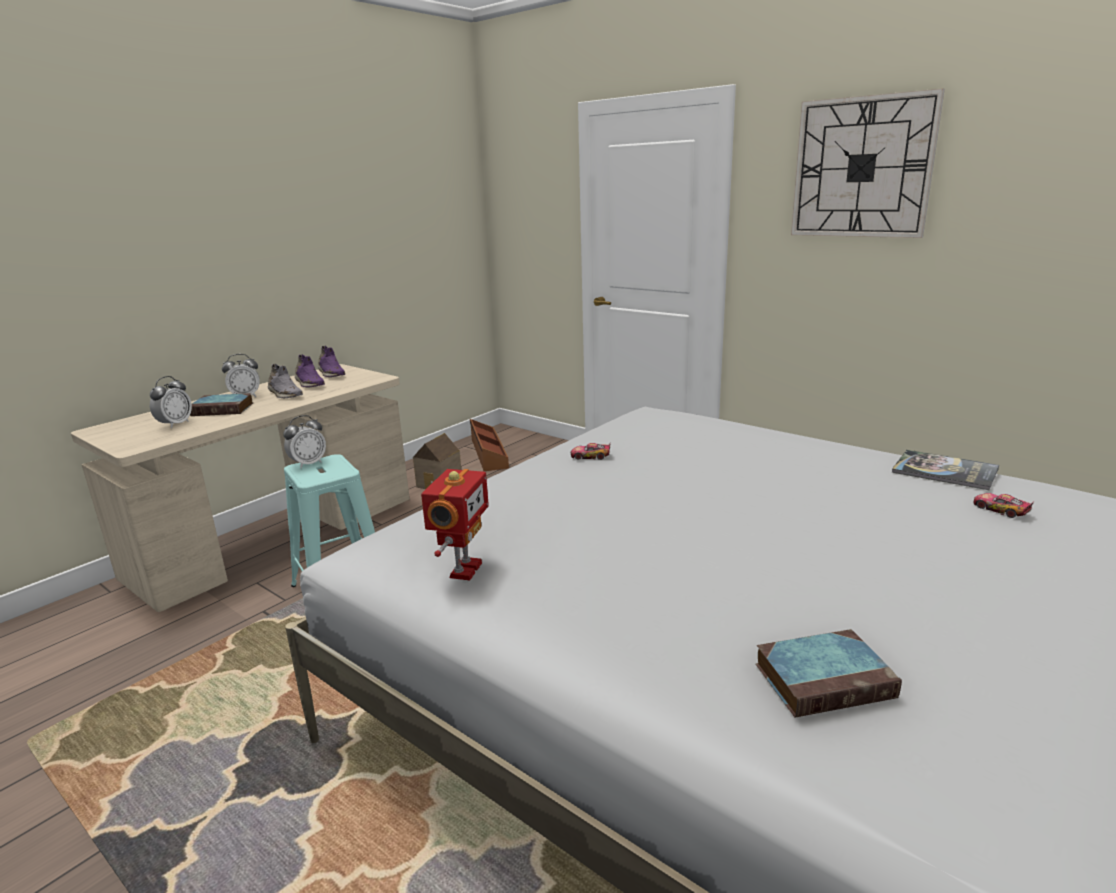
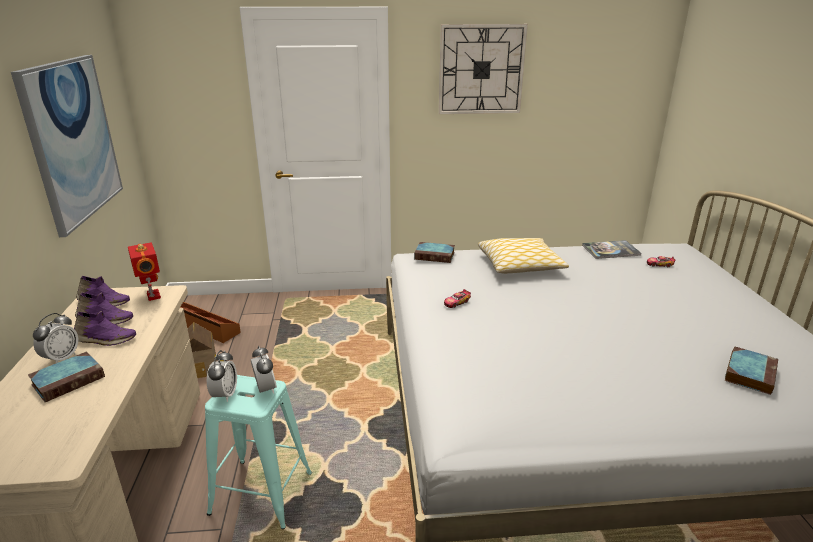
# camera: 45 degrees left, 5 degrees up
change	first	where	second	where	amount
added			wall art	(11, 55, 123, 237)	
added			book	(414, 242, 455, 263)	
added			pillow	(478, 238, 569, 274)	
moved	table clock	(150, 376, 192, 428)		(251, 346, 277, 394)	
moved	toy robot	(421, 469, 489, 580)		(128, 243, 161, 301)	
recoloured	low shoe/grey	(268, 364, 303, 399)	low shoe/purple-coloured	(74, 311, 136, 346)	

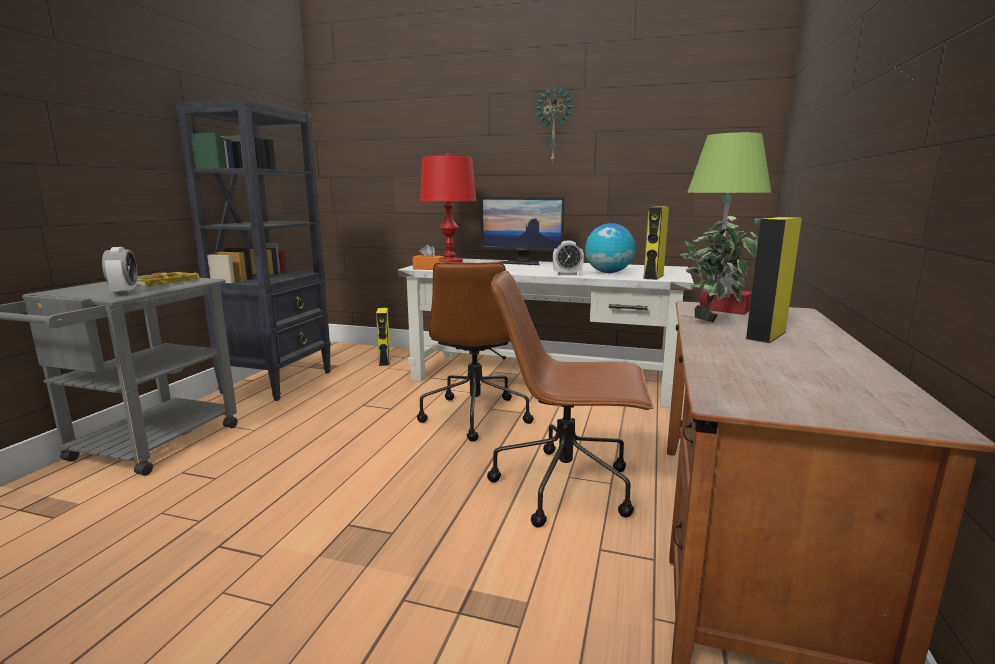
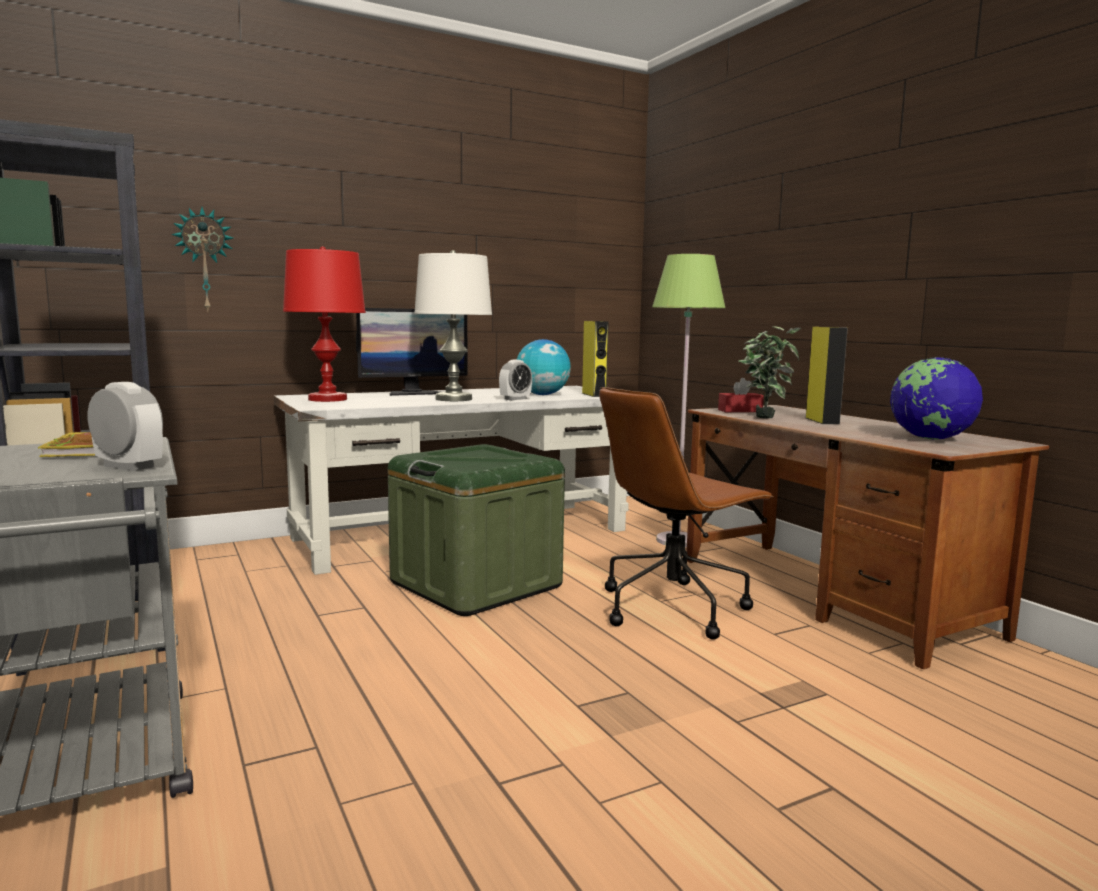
# camera: 45 degrees left, 5 degrees down
change	first	where	second	where	amount
removed	speaker/yellowish	(376, 308, 391, 366)			
removed	box of tissues/orange-coloured	(412, 244, 444, 270)			
added			tabletop lamp/whitish	(414, 250, 492, 401)	
added			world globe	(890, 357, 983, 440)	
moved	wall clock	(534, 86, 574, 164)		(171, 207, 233, 312)	
replaced	office chair/brownish	(417, 262, 534, 442)	storage container/green	(388, 444, 565, 616)	

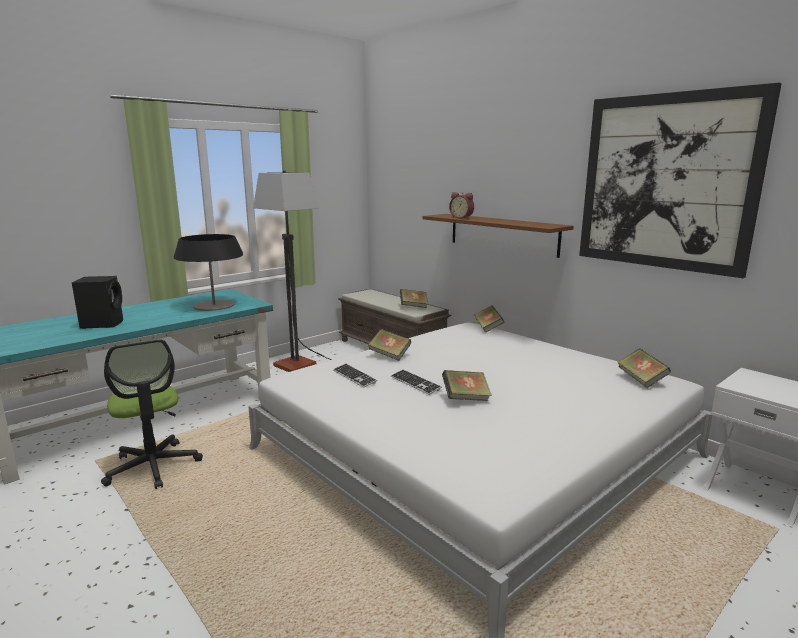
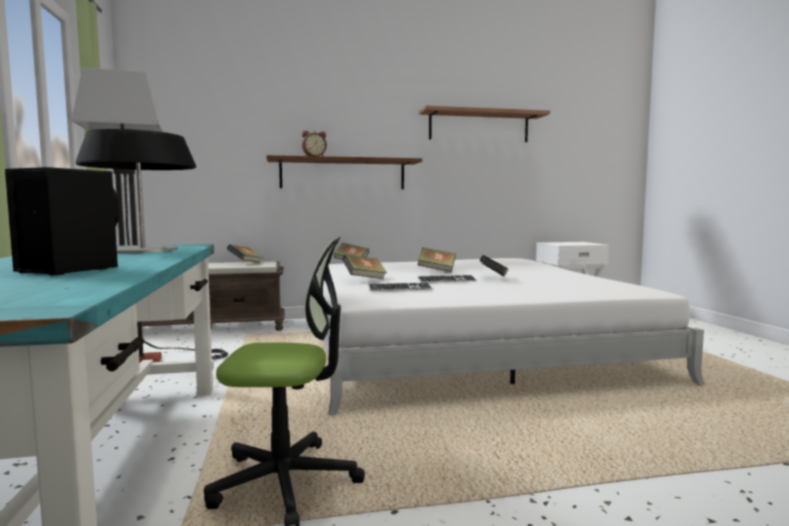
# camera: 60 degrees left, 10 degrees down
change	first	where	second	where	amount
moved	book	(618, 348, 671, 388)		(418, 248, 456, 272)	
replaced	wall art	(579, 83, 782, 278)	bracket shelf	(419, 106, 550, 142)	

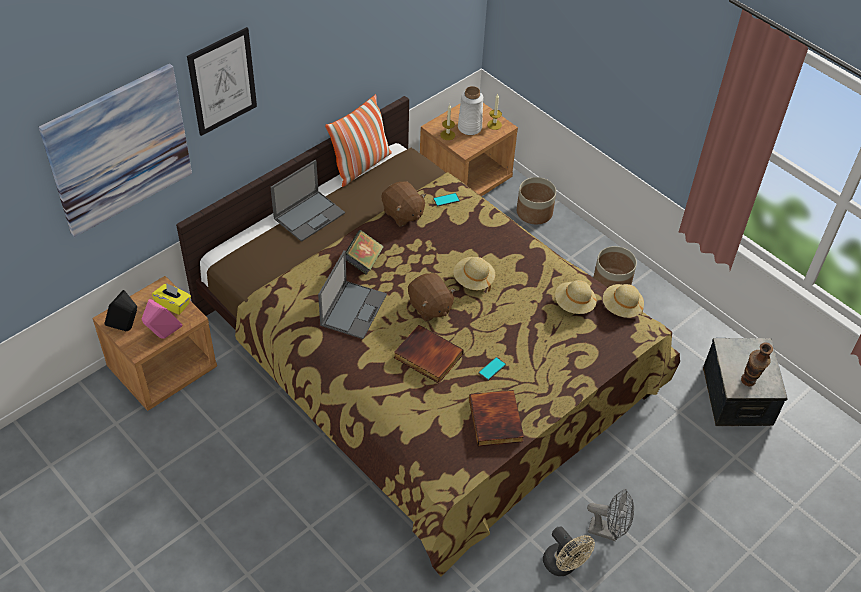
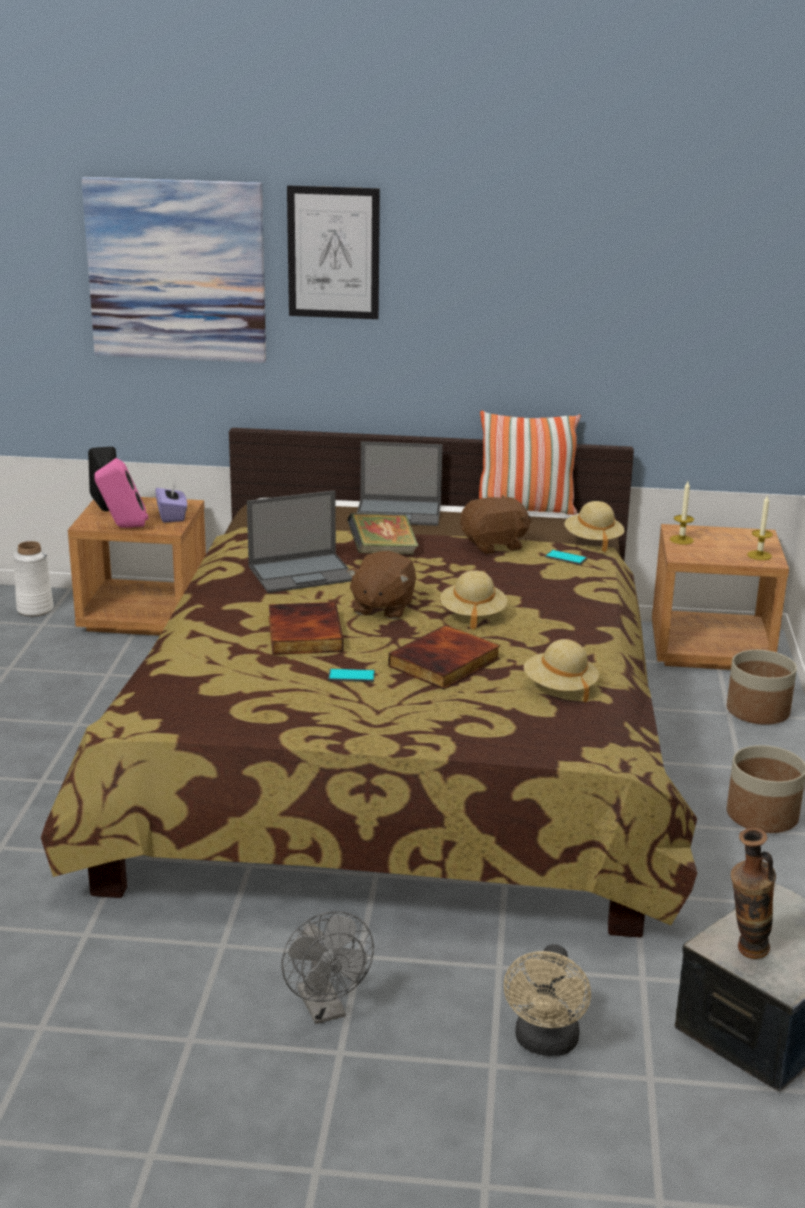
# camera: 50 degrees right, 25 degrees down
change	first	where	second	where	amount
moved	decorative vase/whitish	(458, 86, 483, 135)		(13, 541, 54, 616)	
moved	book	(469, 390, 524, 446)		(388, 625, 500, 689)	
moved	fan/sand-coloured	(543, 526, 595, 576)		(504, 944, 591, 1056)	
moved	clothing hat/sand-coloured	(603, 284, 644, 318)		(564, 501, 625, 552)	
recoloured	box of tissues/yellowish	(152, 283, 191, 315)	box of tissues/purple-coloured	(155, 482, 187, 523)	
turned	cuddly toy/brownish	(381, 181, 427, 226)		(460, 495, 532, 554)	120 degrees counterclockwise

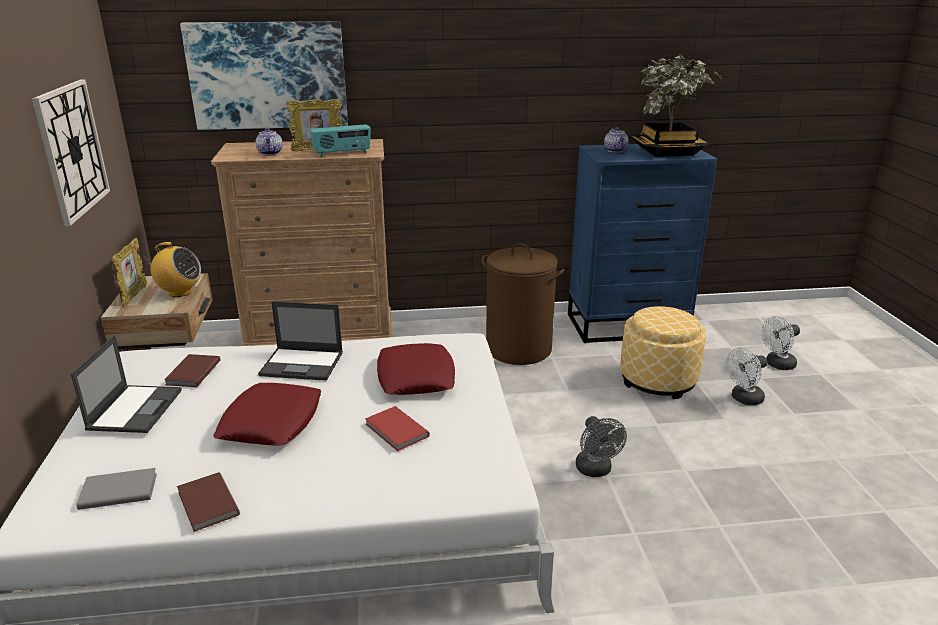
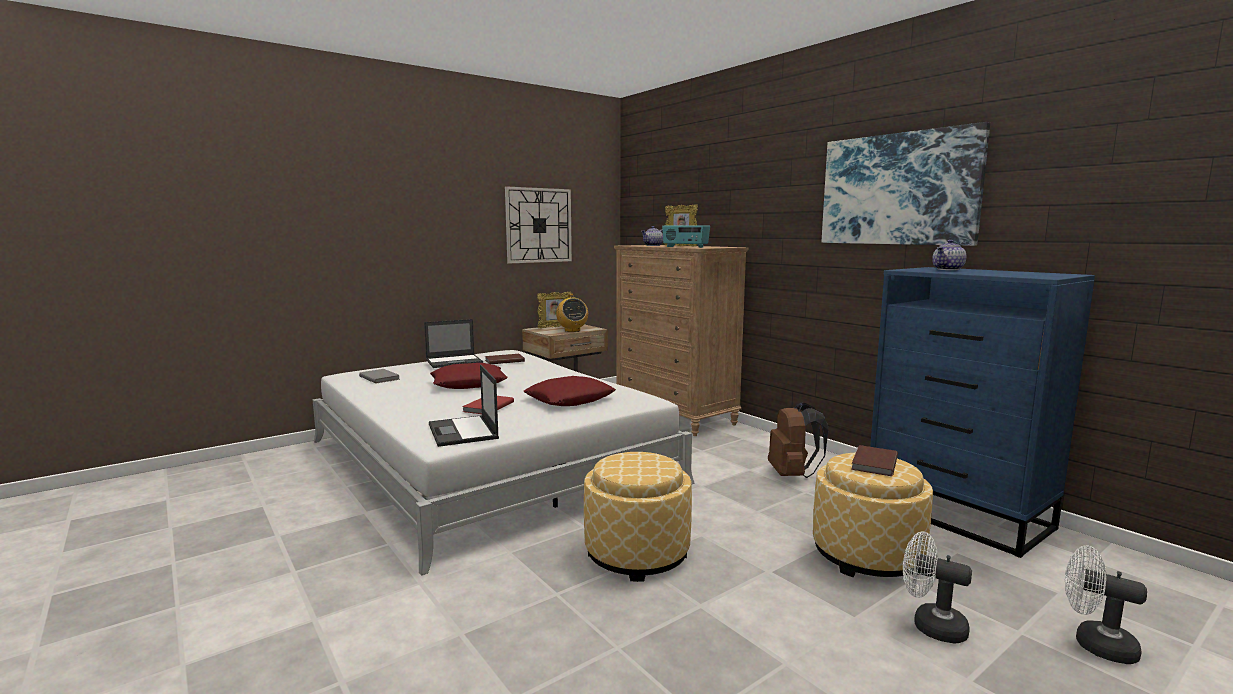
# camera: 60 degrees right, 15 degrees down
change	first	where	second	where	amount
removed	plant in a pot	(630, 54, 723, 157)			
moved	book/brownish	(177, 472, 240, 532)		(851, 445, 898, 476)	
moved	wall art	(180, 21, 348, 130)		(822, 122, 990, 246)	
moved	portable computer	(258, 301, 343, 381)		(429, 365, 499, 447)	
replaced	hamper/brownish	(482, 243, 564, 365)	knapsack/brownish	(768, 402, 828, 478)	
replaced	fan/grey	(576, 416, 627, 477)	ottoman	(584, 452, 692, 582)	

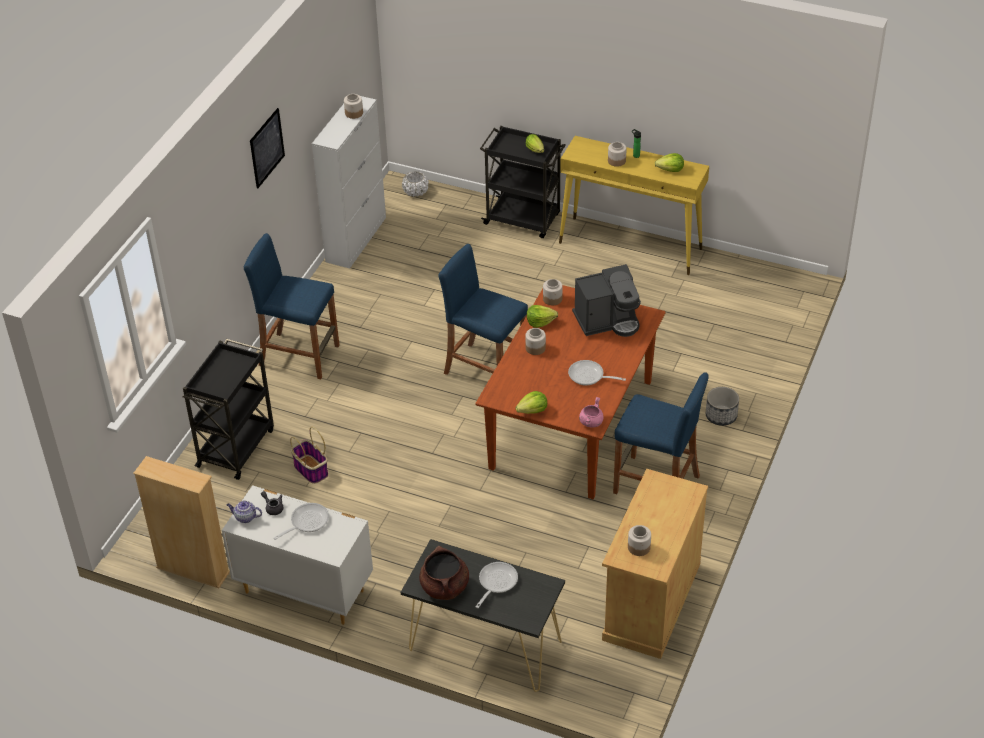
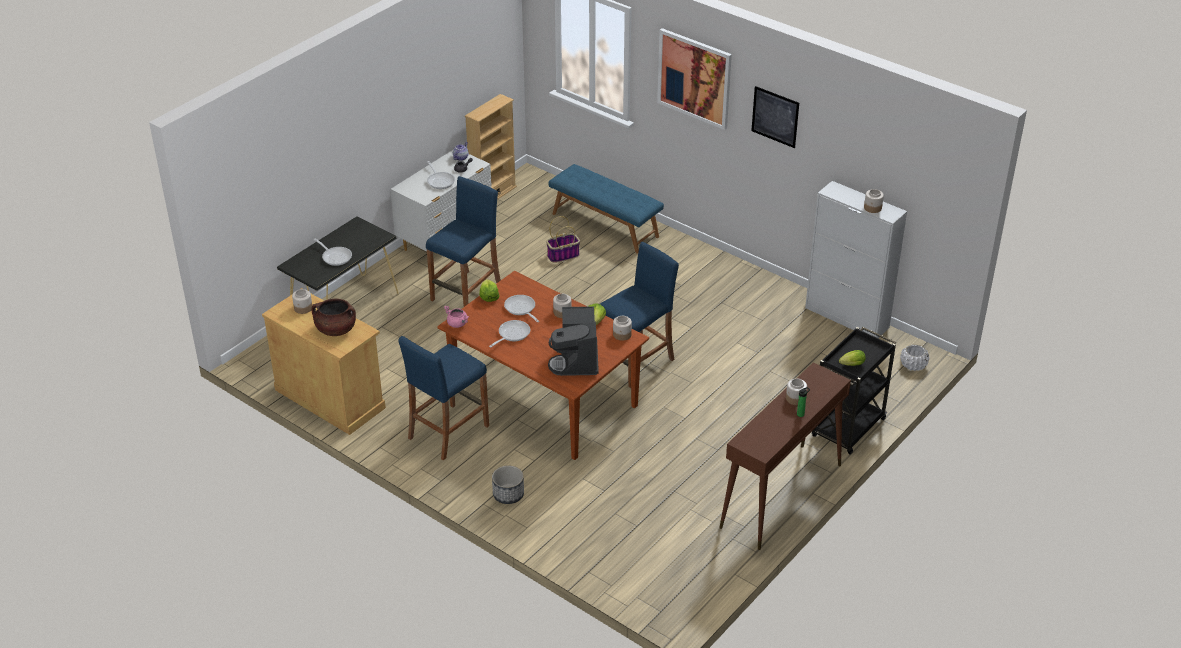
# camera: 105 degrees right, 5 degrees down
change	first	where	second	where	amount
removed	head of lettuce	(655, 153, 684, 172)			
added			skillet	(504, 295, 539, 322)	
added			wall art	(657, 28, 732, 130)	
moved	stool seat/blue	(244, 233, 339, 379)		(426, 176, 501, 307)	
moved	saucepot/brownish	(419, 546, 469, 600)		(312, 299, 356, 336)	
replaced	cart/blackish	(183, 339, 274, 480)	bench/blue	(548, 164, 664, 254)	
recoloured	console table/yellowish	(559, 136, 709, 275)	console table/brownish	(719, 362, 851, 550)	

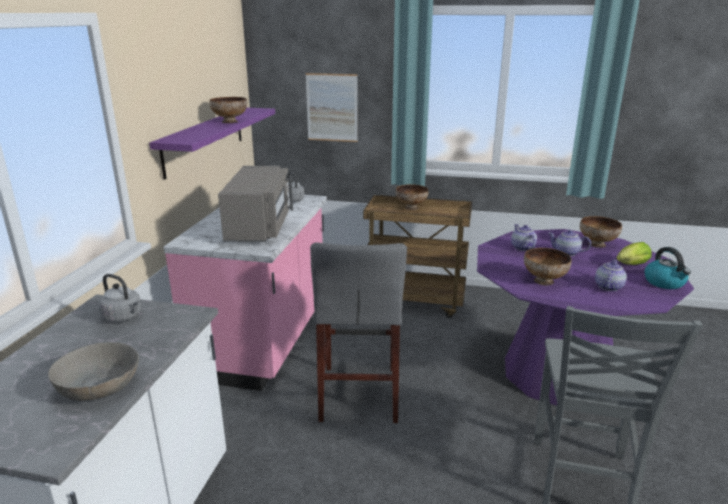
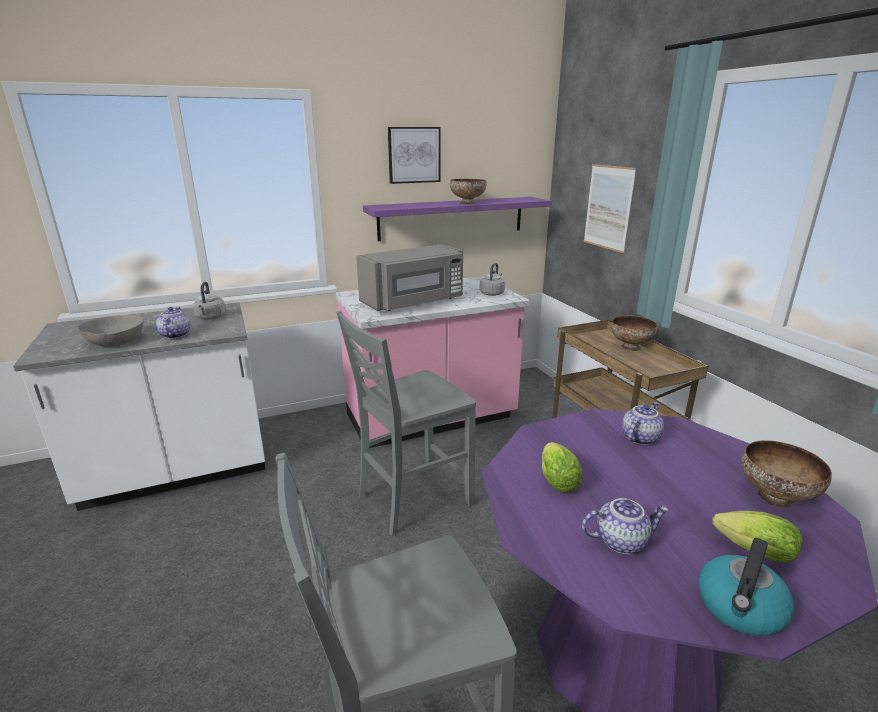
# camera: 55 degrees right, 0 degrees up
change	first	where	second	where	amount
added			wall art	(388, 127, 440, 184)	
moved	tea pot	(548, 230, 591, 256)		(156, 307, 190, 339)	
replaced	stool seat/grey	(310, 243, 407, 423)	upright chair/grey	(337, 311, 476, 536)	
replaced	bowl	(524, 248, 572, 285)	head of lettuce	(542, 442, 582, 492)	

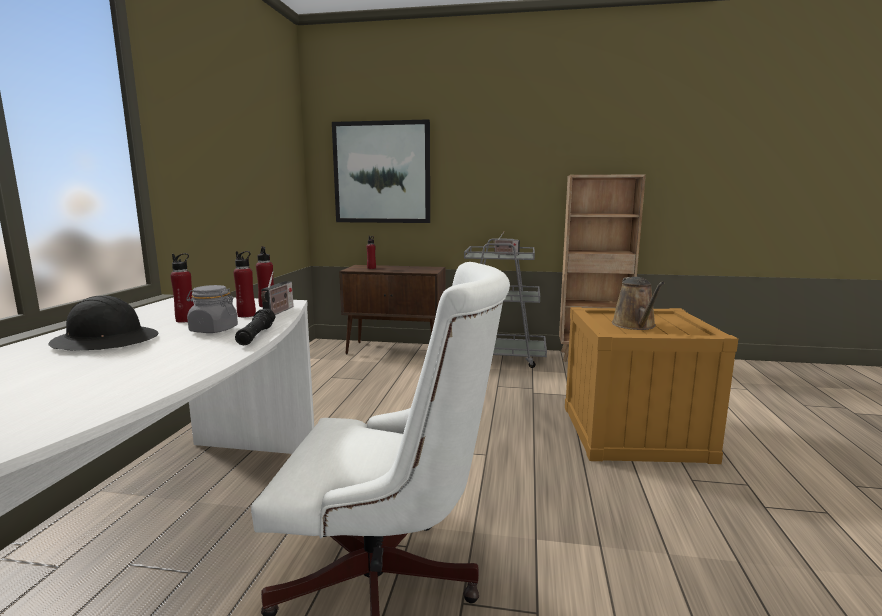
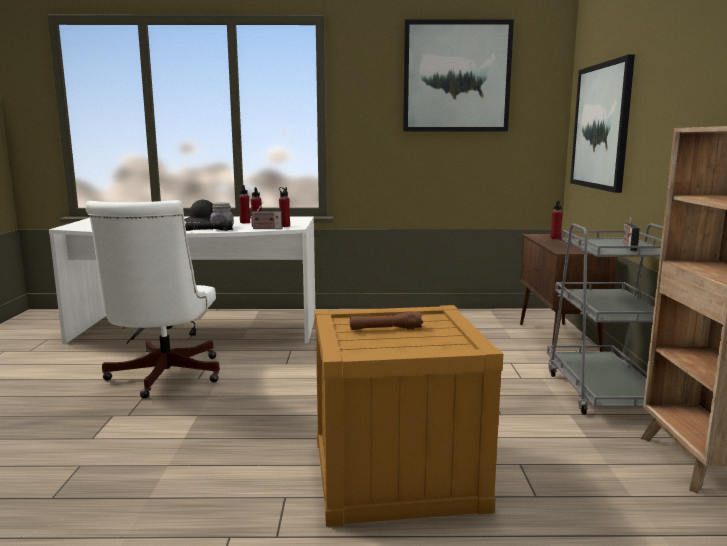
# camera: 80 degrees right, 0 degrees up
change	first	where	second	where	amount
added			wall art	(403, 19, 514, 131)	
replaced	watering can/brownish	(612, 277, 665, 330)	torch/brownish	(349, 311, 423, 330)	

